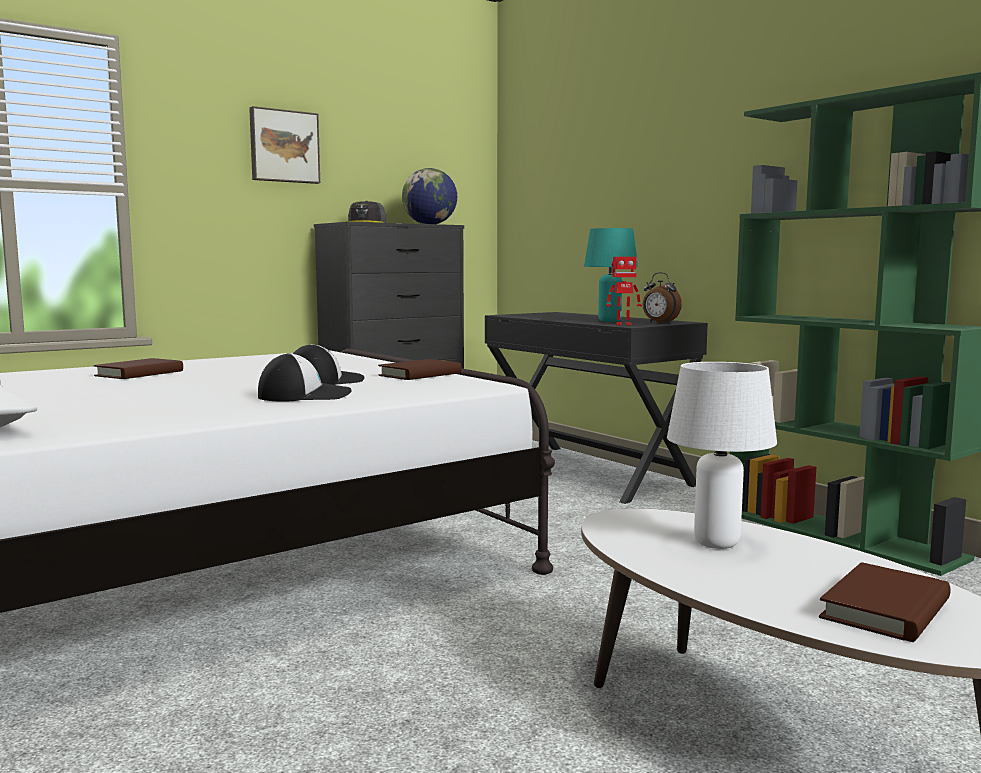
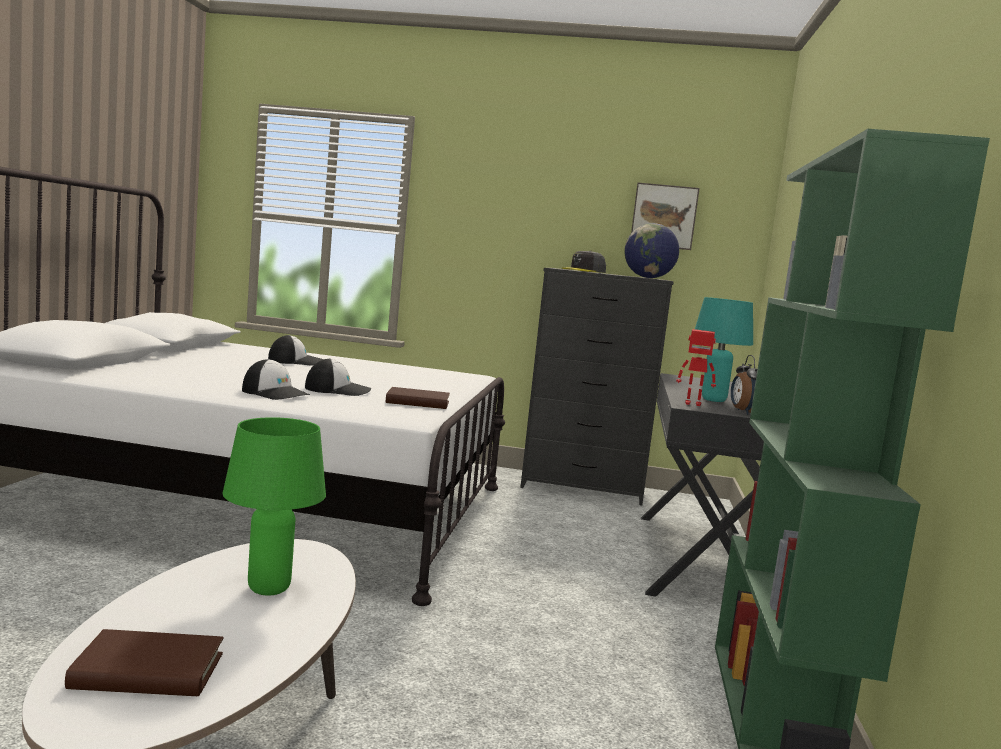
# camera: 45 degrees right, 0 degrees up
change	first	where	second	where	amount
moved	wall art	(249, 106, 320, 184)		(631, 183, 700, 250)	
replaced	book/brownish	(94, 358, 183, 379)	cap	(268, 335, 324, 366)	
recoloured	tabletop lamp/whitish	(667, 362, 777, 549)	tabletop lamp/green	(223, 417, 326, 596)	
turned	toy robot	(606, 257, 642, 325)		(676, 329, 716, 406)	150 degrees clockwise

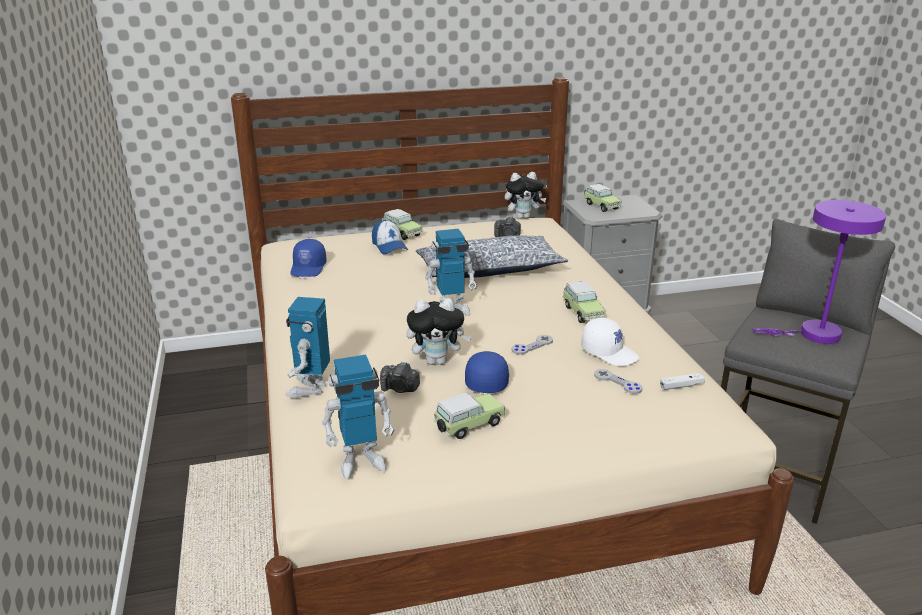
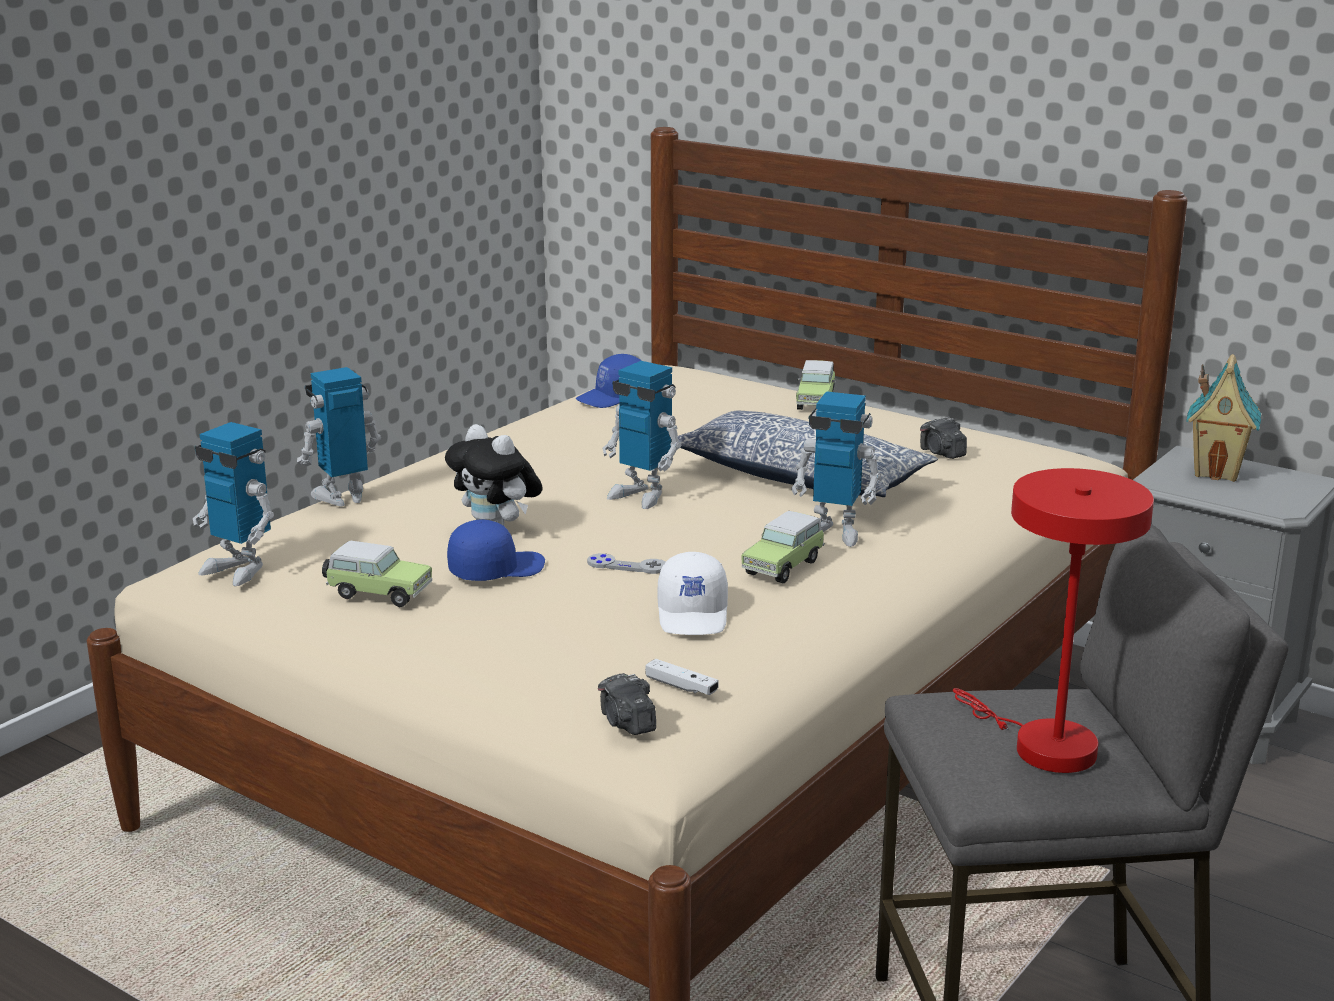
# camera: 50 degrees right, 5 degrees down
change	first	where	second	where	amount
removed	cap	(372, 219, 408, 254)			
removed	cuddly toy	(505, 172, 546, 219)			
removed	game controller/grey	(594, 369, 643, 394)			
added			toy robot	(791, 391, 882, 547)	
moved	still camera	(380, 362, 420, 393)		(598, 673, 656, 735)	
replaced	miniature car	(584, 184, 622, 212)	miniature house	(1186, 354, 1261, 482)	
recoloured	tabletop lamp/purple-coloured	(752, 200, 886, 344)	tabletop lamp/reddish	(953, 468, 1154, 773)	

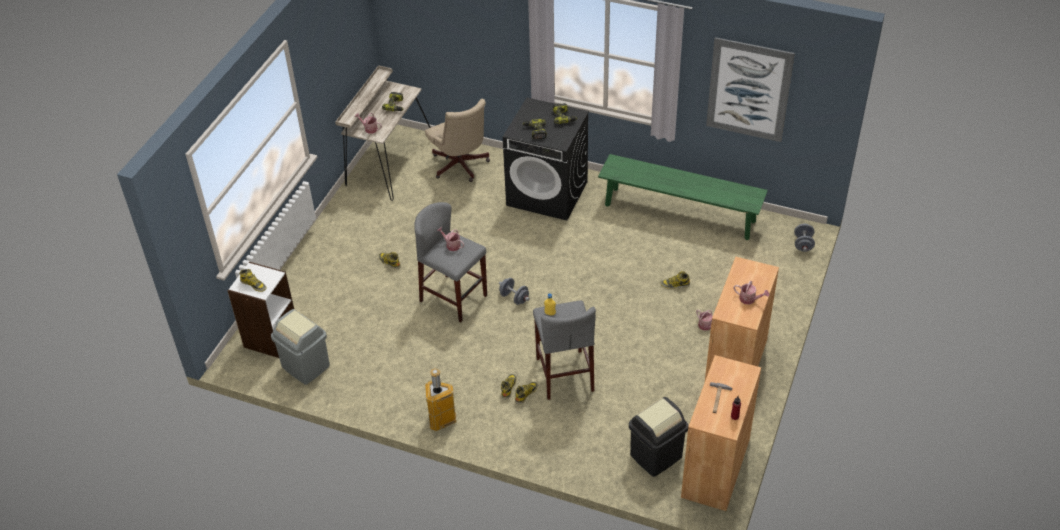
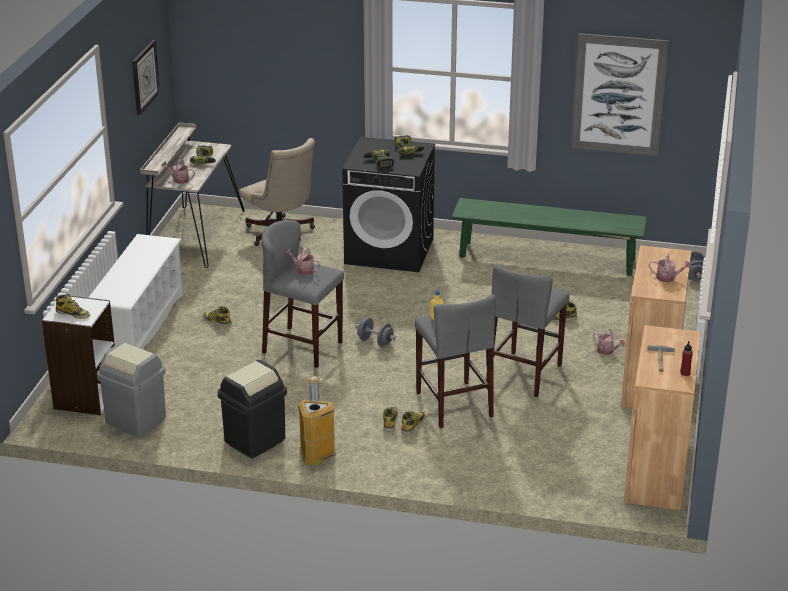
# camera: 10 degrees left, 15 degrees down
change	first	where	second	where	amount
added			shoe stand/whitish	(88, 234, 183, 349)	
added			wall clock	(132, 40, 160, 115)	
added			stool seat/grey	(486, 264, 570, 397)	
moved	rubbish bin/blackish	(629, 397, 689, 477)		(218, 360, 287, 458)	

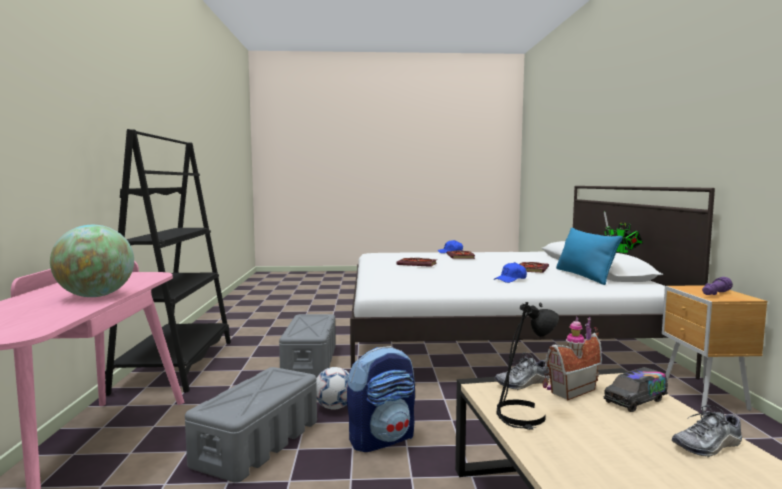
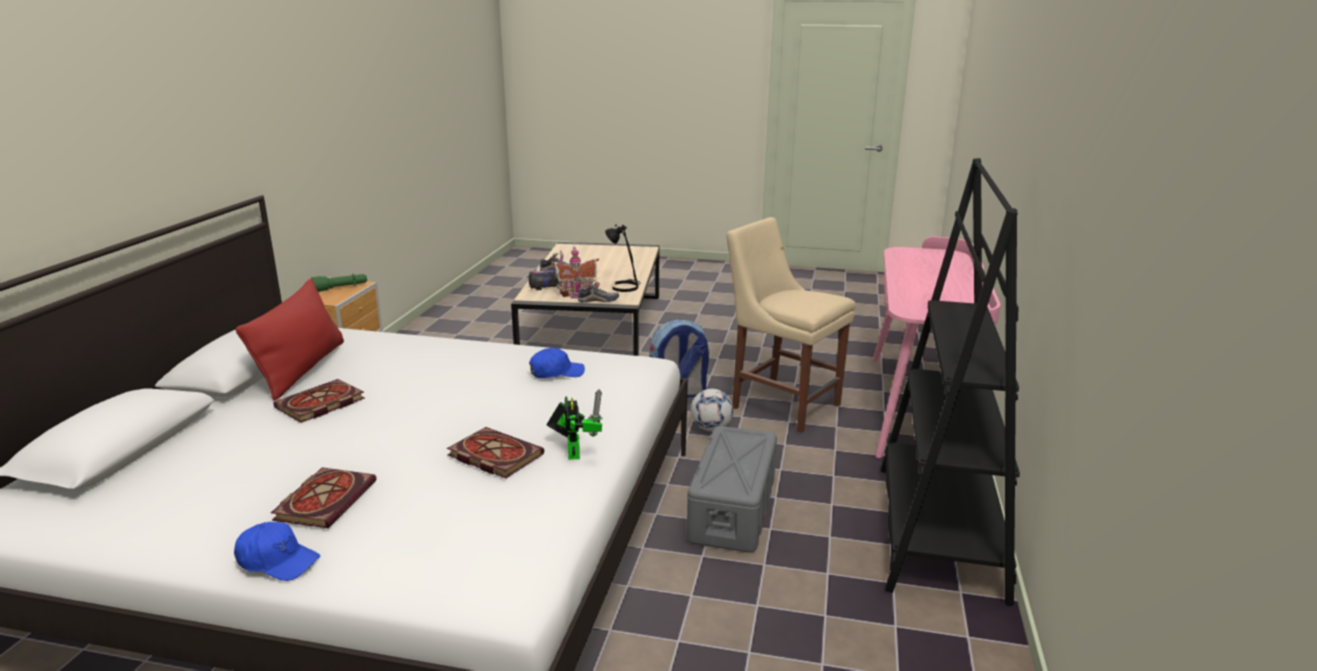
# camera: 165 degrees left, 15 degrees up
change	first	where	second	where	amount
removed	world globe	(50, 225, 134, 297)			
moved	cap/blue	(494, 262, 527, 283)		(529, 347, 585, 378)	
moved	toy robot	(604, 211, 643, 253)		(547, 389, 603, 460)	
replaced	storage container/grey	(185, 367, 317, 483)	upright chair/sand-coloured	(726, 217, 856, 433)	
recoloured	pillow/blue	(556, 228, 623, 285)	pillow/reddish	(236, 279, 344, 401)	
recoloured	torch/purple-coloured	(702, 277, 733, 295)	torch/green	(311, 274, 367, 292)	

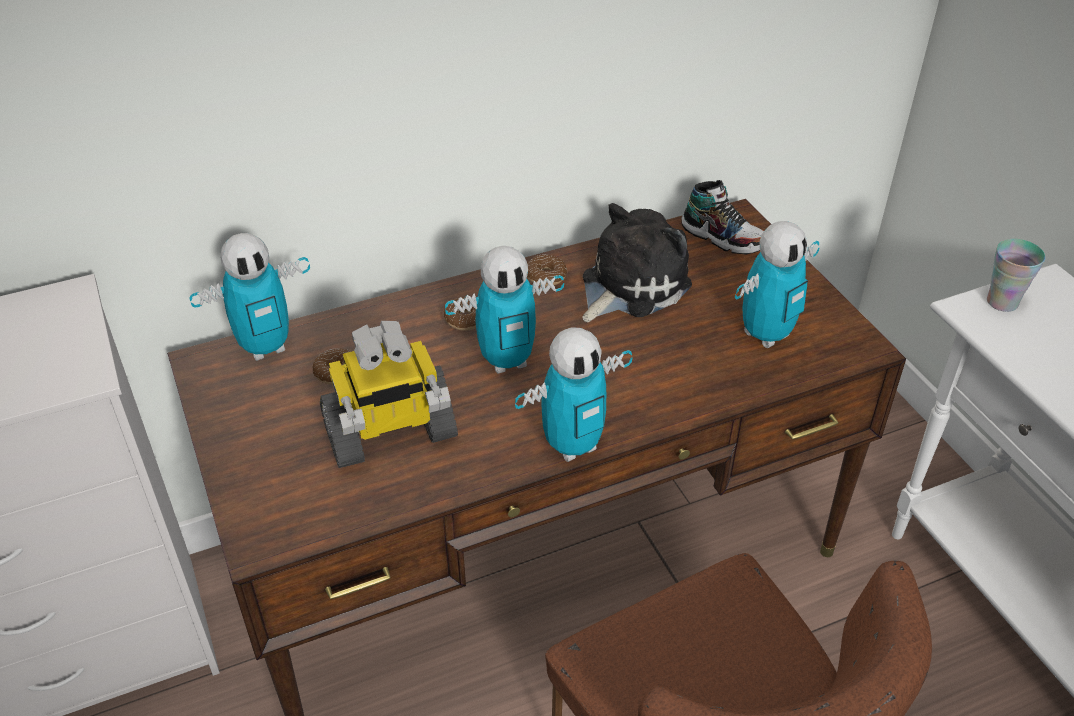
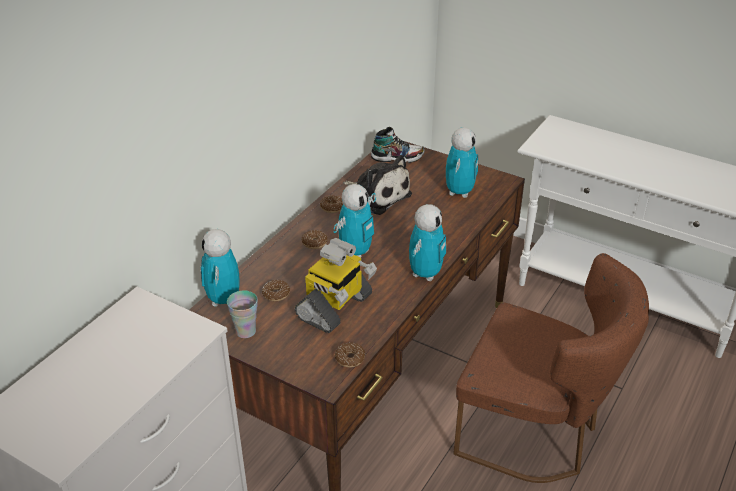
# camera: 35 degrees left, 5 degrees down
change	first	where	second	where	amount
added			ring doughnut	(335, 342, 365, 367)	
moved	small cup	(987, 239, 1045, 312)		(227, 291, 258, 338)	
turned	toy robot	(189, 233, 310, 361)		(200, 229, 240, 306)	150 degrees clockwise
turned	cuddly toy	(583, 203, 692, 322)		(343, 155, 412, 215)	120 degrees clockwise

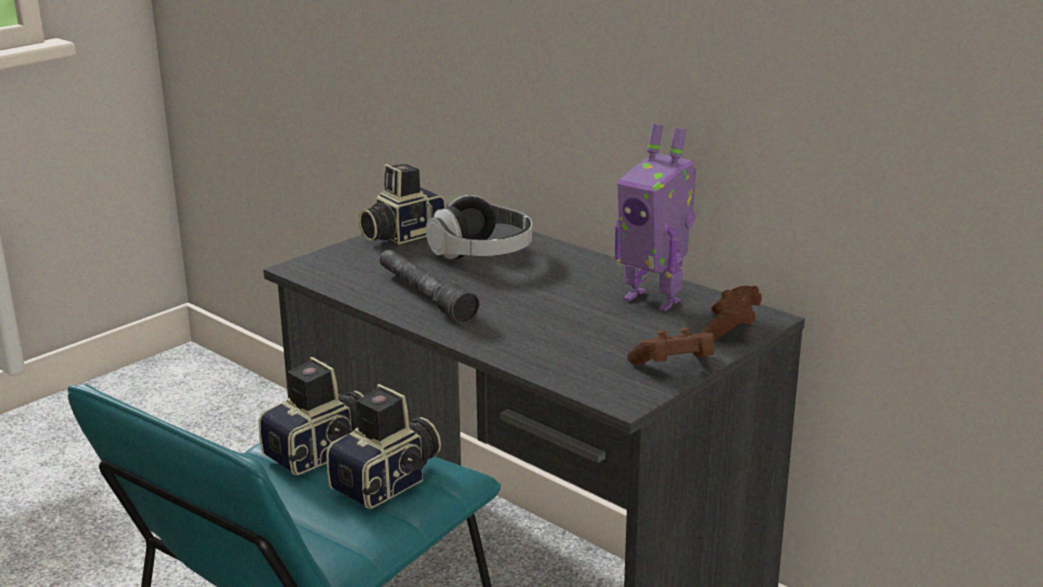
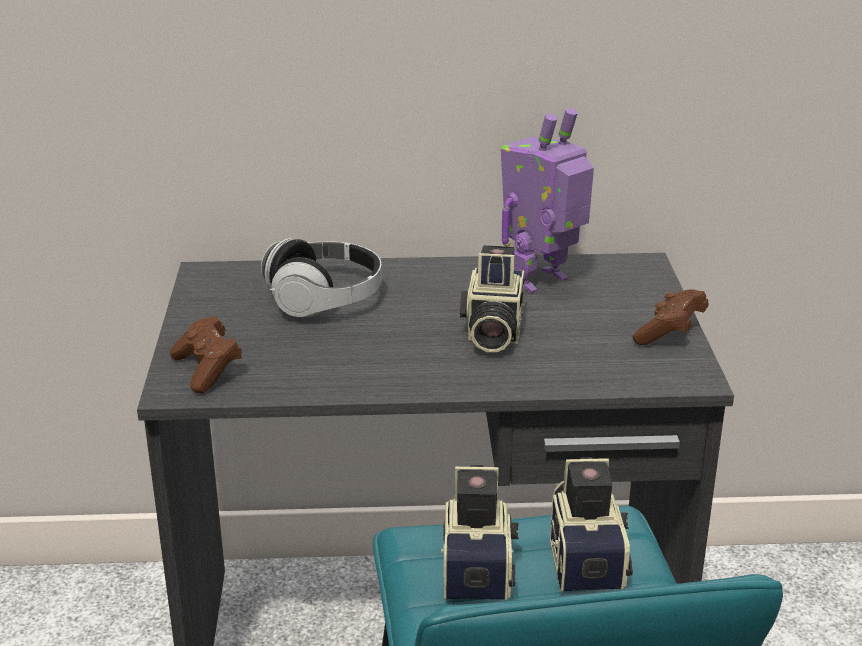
# camera: 45 degrees left, 5 degrees up
change	first	where	second	where	amount
removed	torch/grey	(380, 250, 480, 323)			
moved	still camera	(359, 164, 446, 244)		(460, 245, 525, 352)	
moved	game controller/brownish	(701, 286, 762, 340)		(170, 316, 242, 393)	
turned	toy robot	(614, 123, 696, 311)		(501, 108, 594, 293)	150 degrees clockwise

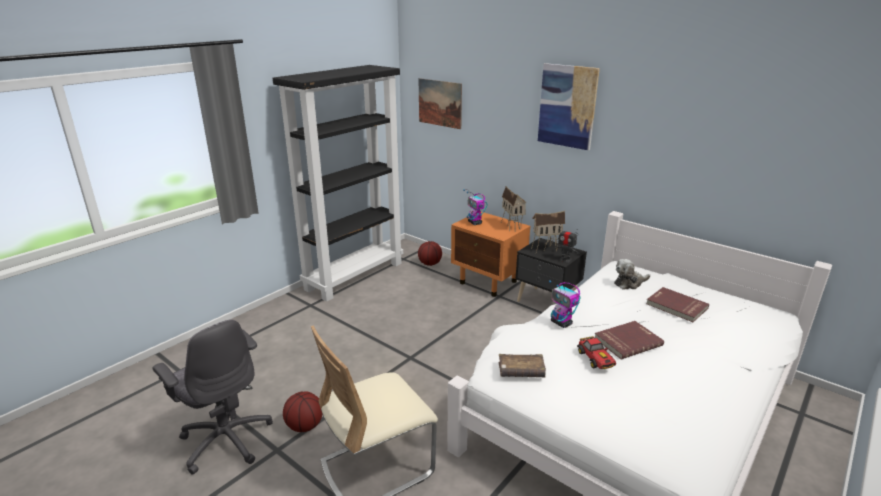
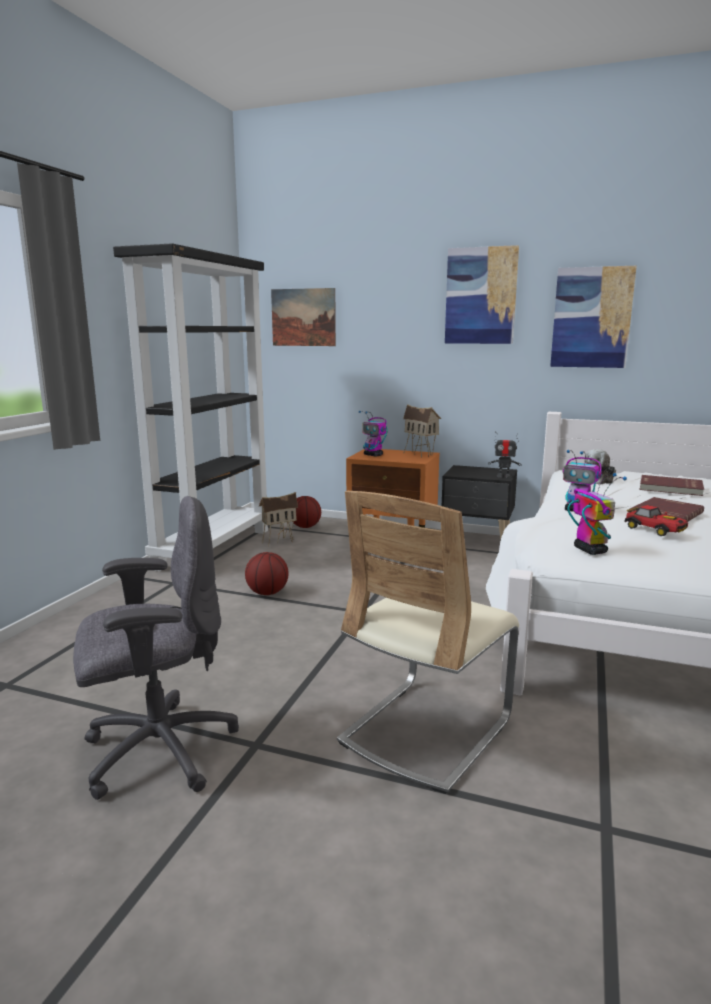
# camera: 20 degrees left, 10 degrees down
change	first	where	second	where	amount
added			wall art	(550, 266, 637, 368)	
moved	basketball	(283, 391, 322, 432)		(245, 552, 289, 595)	
moved	miniature house	(531, 211, 565, 252)		(259, 492, 298, 547)	
replaced	book/brownish	(499, 354, 546, 377)	toy robot	(567, 473, 627, 555)	
turned	office chair/grey	(152, 319, 273, 475)		(73, 496, 239, 800)	45 degrees counterclockwise

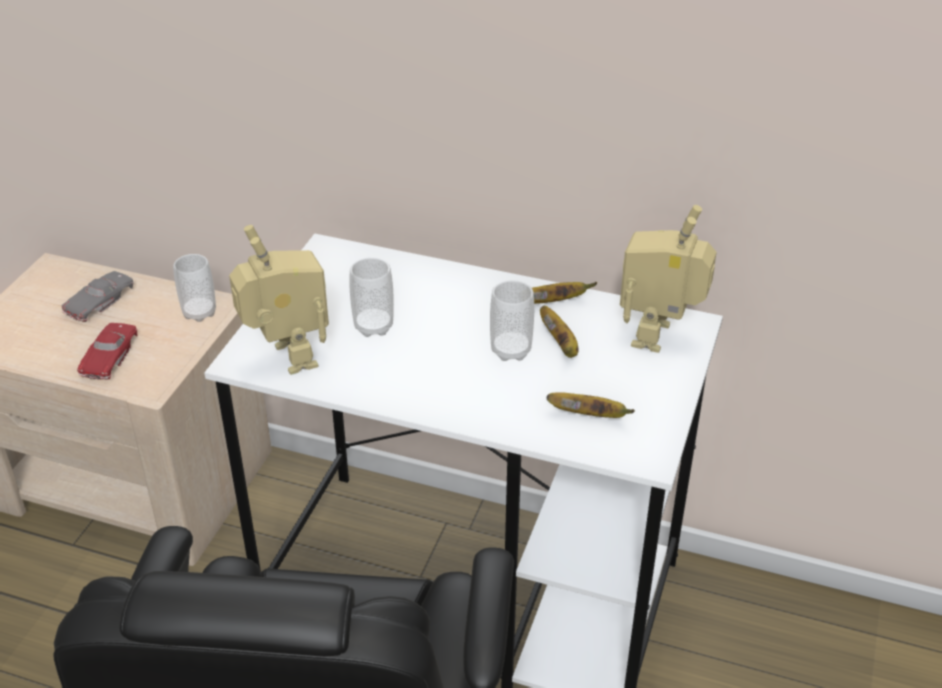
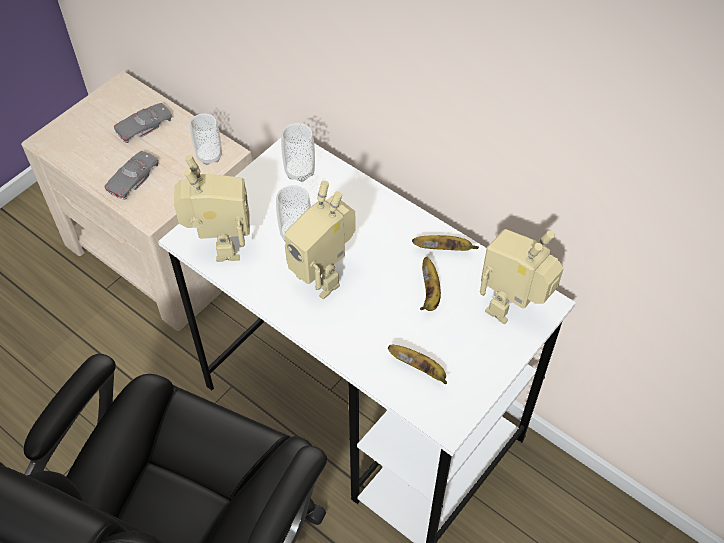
# camera: 20 degrees right, 15 degrees up
change	first	where	second	where	amount
added			toy robot	(285, 181, 356, 299)	
moved	small cup	(490, 280, 534, 361)		(281, 123, 315, 182)	
recoloured	miniature car/reddish	(77, 323, 137, 380)	miniature car/grey	(104, 151, 159, 200)	

